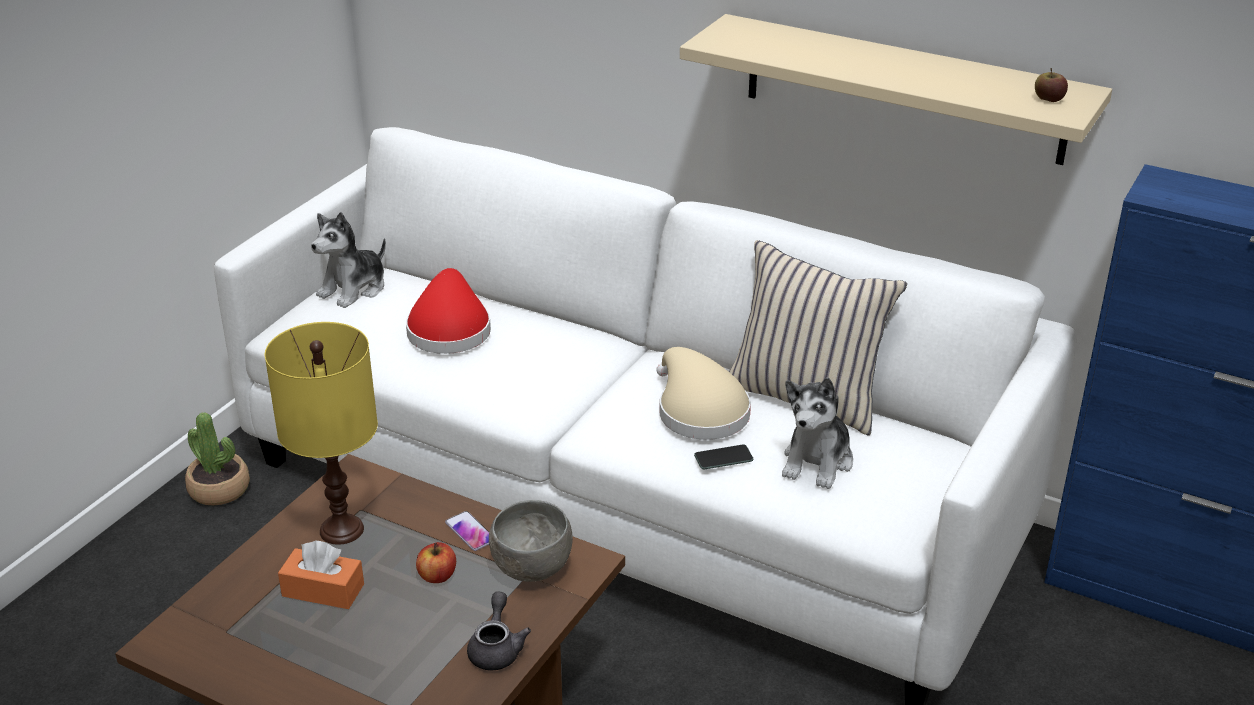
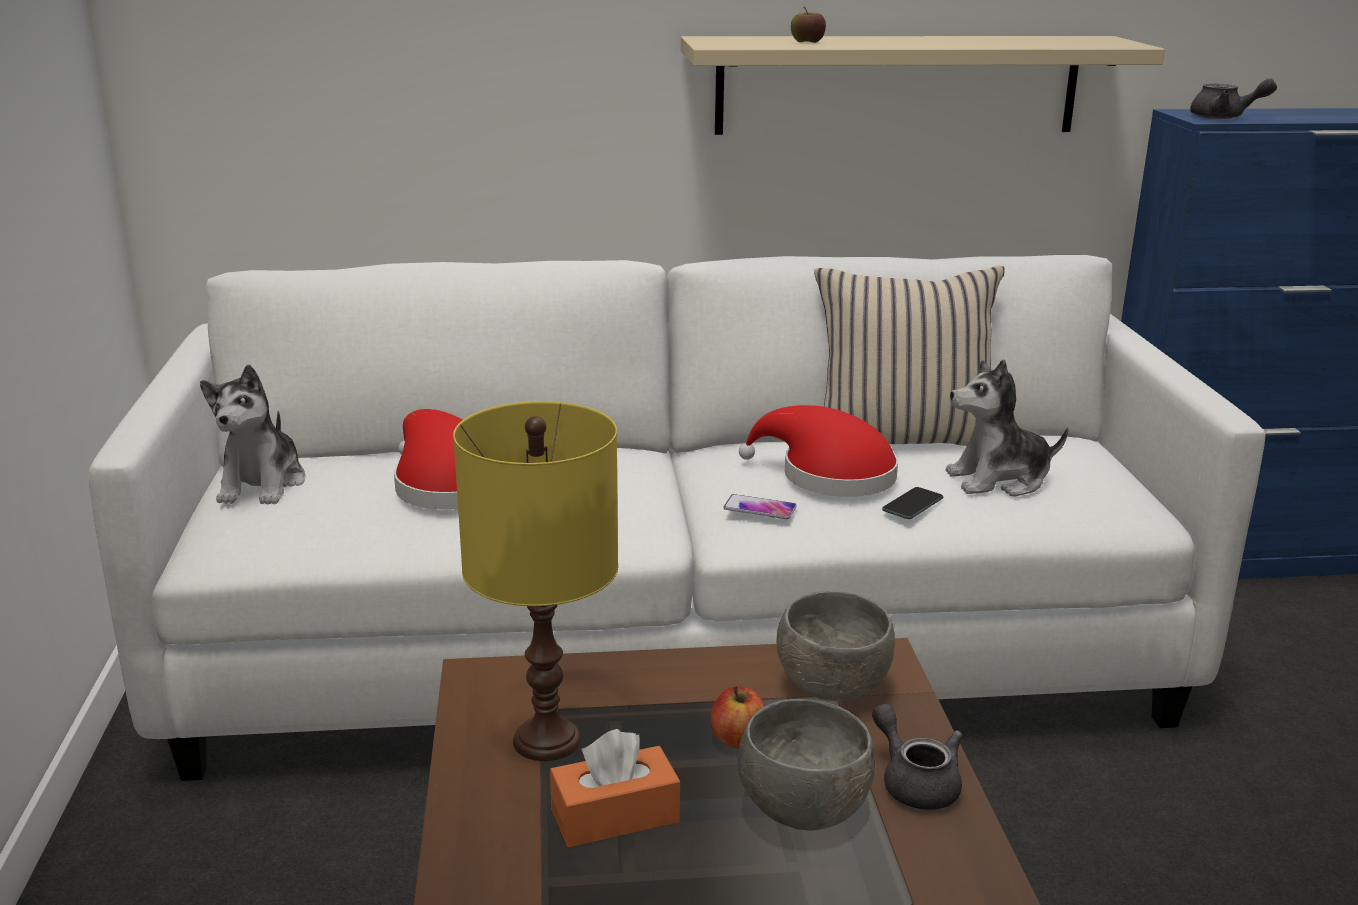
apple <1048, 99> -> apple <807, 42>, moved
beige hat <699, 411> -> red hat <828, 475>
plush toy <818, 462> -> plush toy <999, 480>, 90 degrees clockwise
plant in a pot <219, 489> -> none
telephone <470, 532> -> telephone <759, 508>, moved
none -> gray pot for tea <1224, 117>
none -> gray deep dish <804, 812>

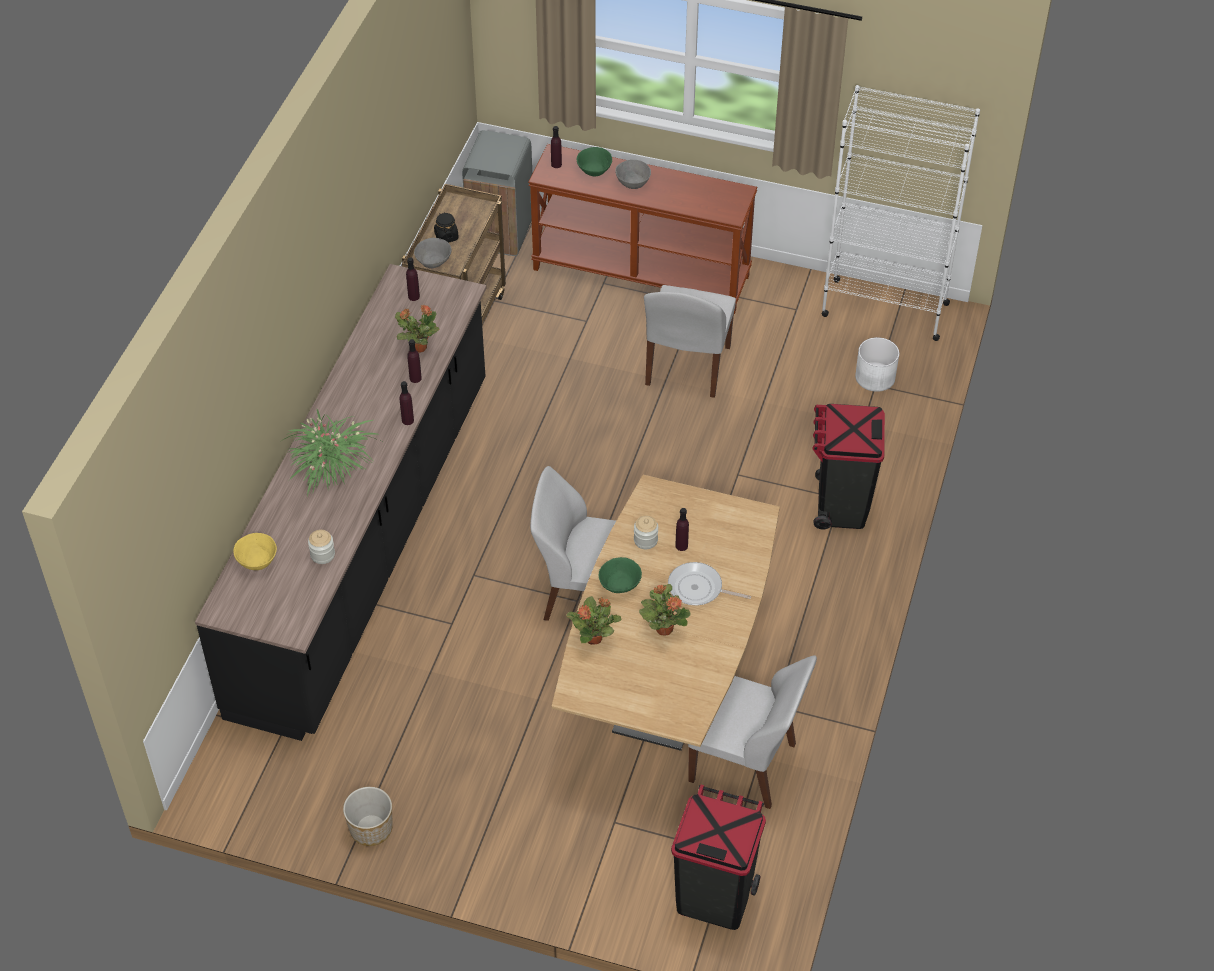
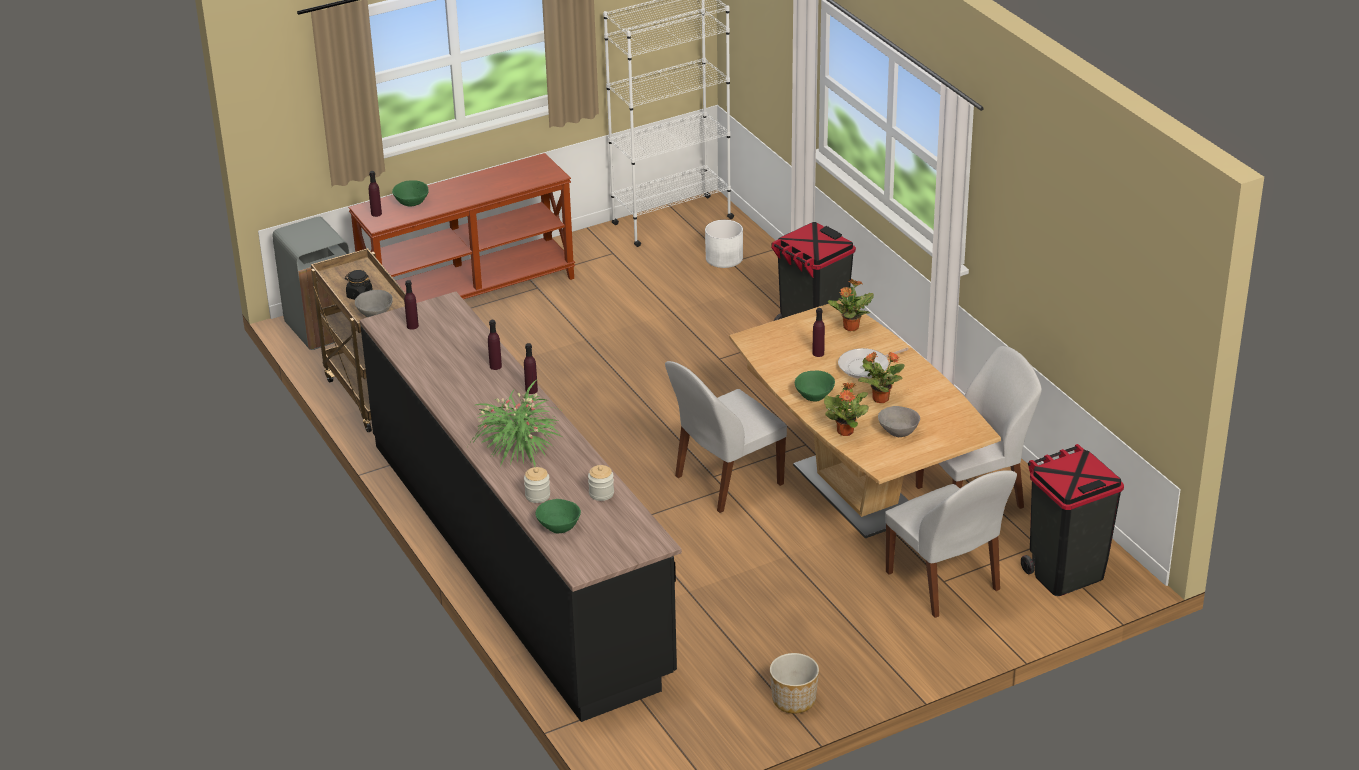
gray deep dish <633, 183> -> gray deep dish <898, 431>, moved
white chair <687, 368> -> white chair <944, 583>, moved
plant in a pot <418, 347> -> plant in a pot <850, 327>, moved
storage jar <645, 540> -> storage jar <537, 495>, moved
yellow-coloured deep dish <257, 561> -> greenish deep dish <559, 526>

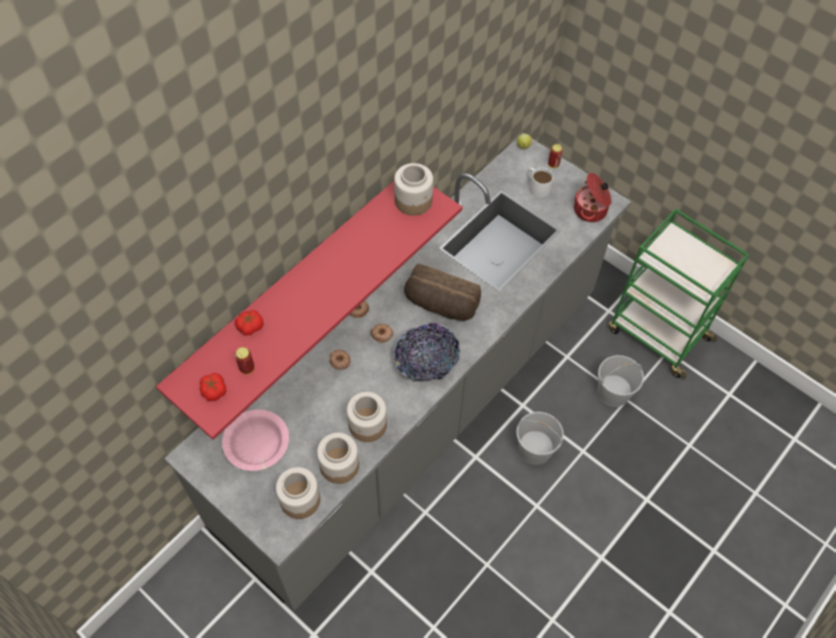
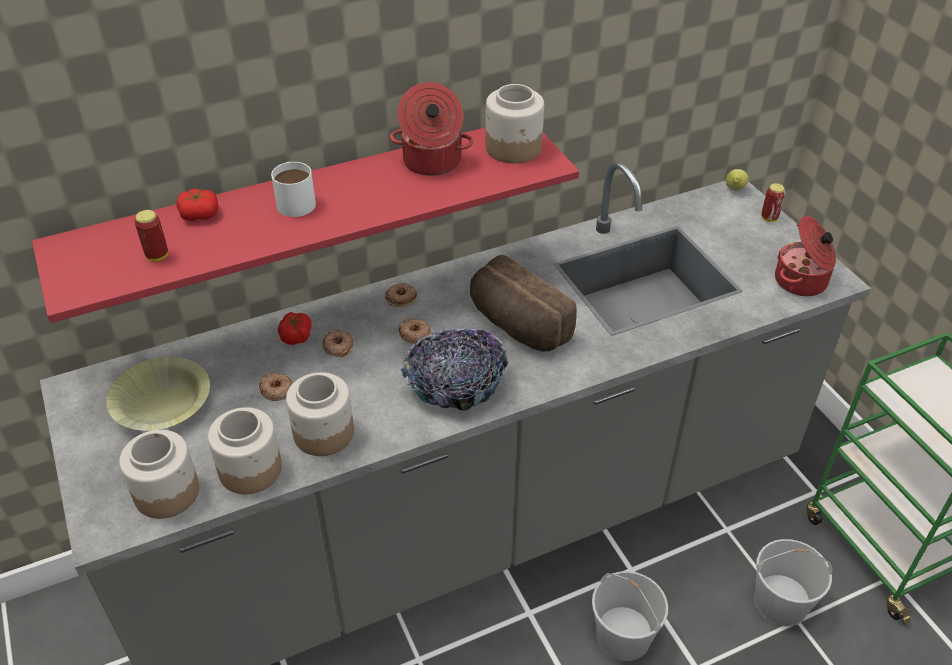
white tea mug <537, 186> -> white tea mug <295, 200>, moved
fresh tomato <214, 390> -> fresh tomato <296, 335>, moved
pink deep dish <257, 444> -> yellow-coloured deep dish <162, 405>
none -> saucepot <431, 162>
none -> doughnut <276, 390>

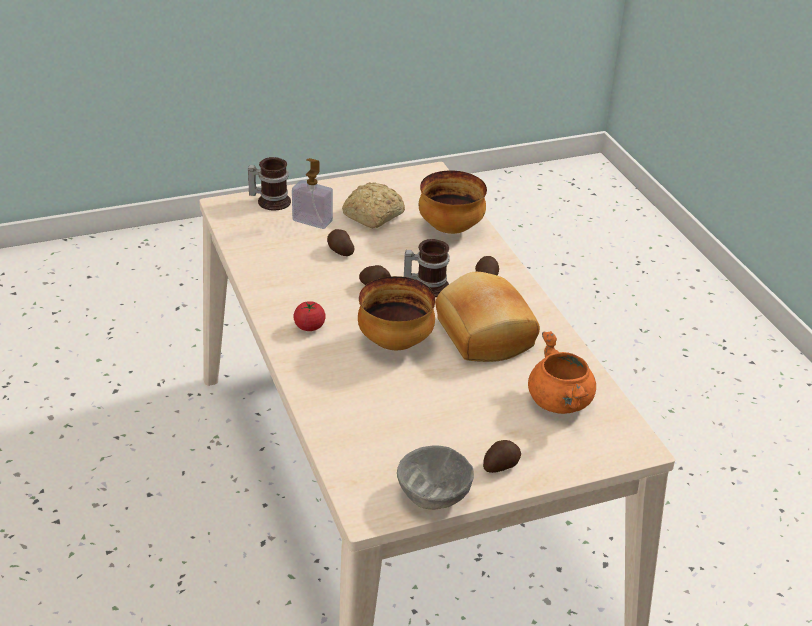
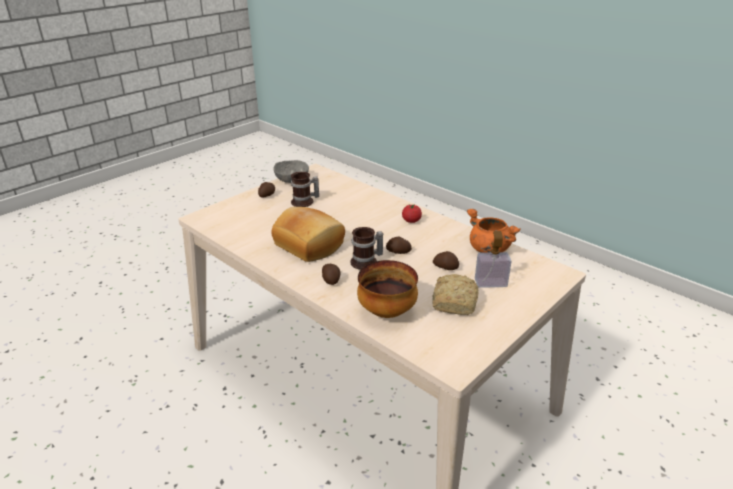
tea mug <271, 200> -> tea mug <305, 202>, moved
deep dish <395, 343> -> none
orange saucepot <561, 402> -> orange saucepot <488, 249>, moved

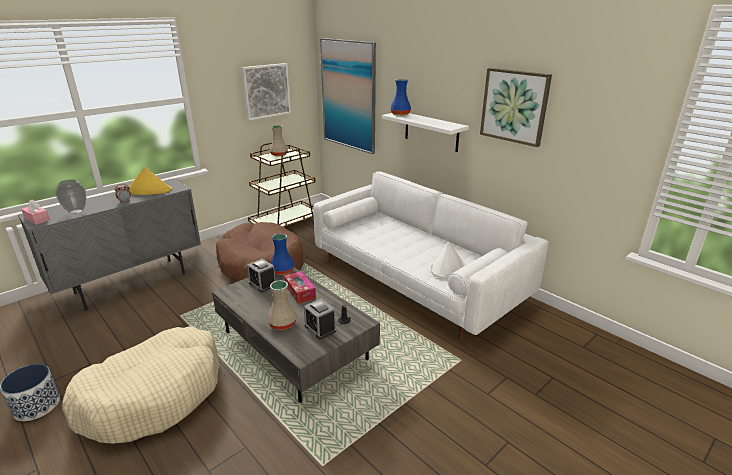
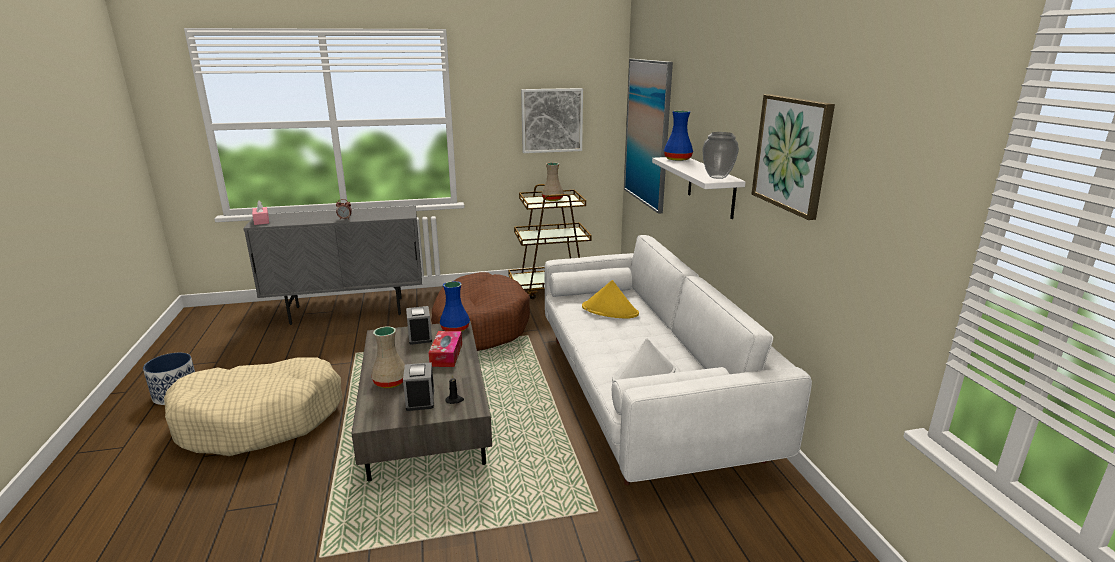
yellow-coloured hat <149, 191> -> yellow-coloured hat <610, 310>, moved
vase <77, 212> -> vase <718, 177>, moved

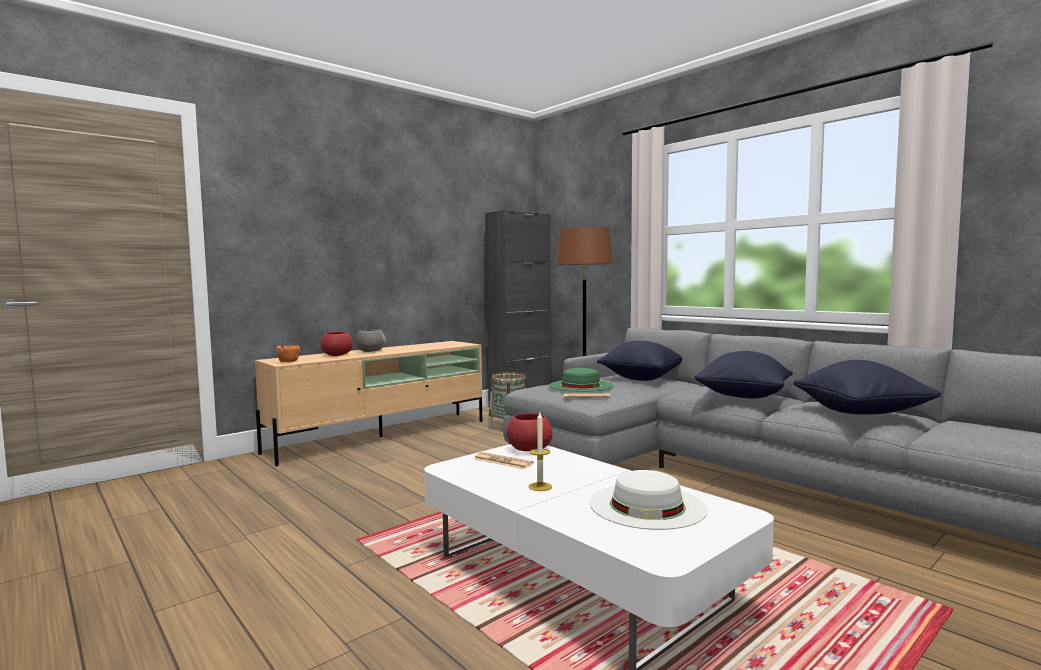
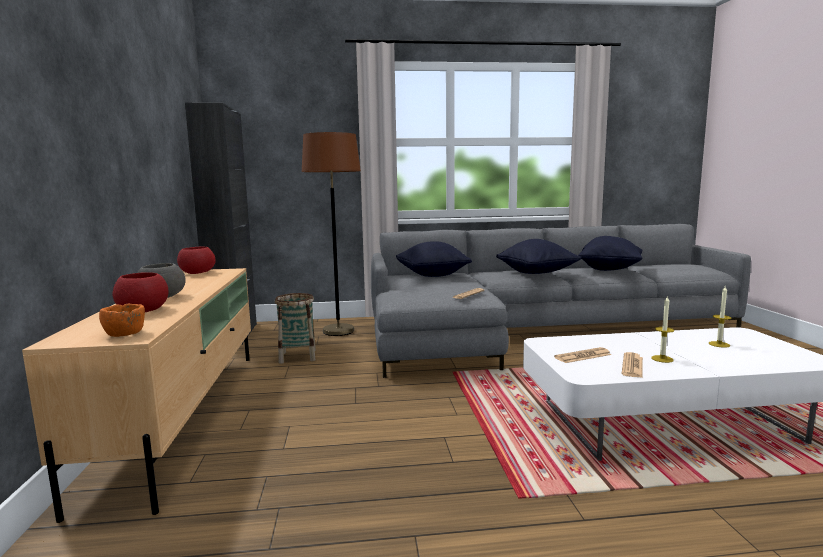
greenish hat <581, 385> -> none
red deep dish <529, 449> -> red deep dish <197, 273>, moved
white hat <647, 505> -> wax candle <719, 344>
none -> printed paper <632, 366>

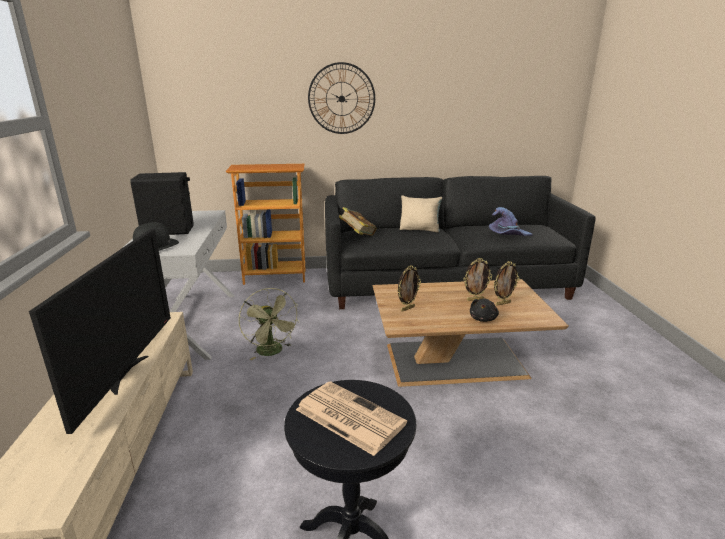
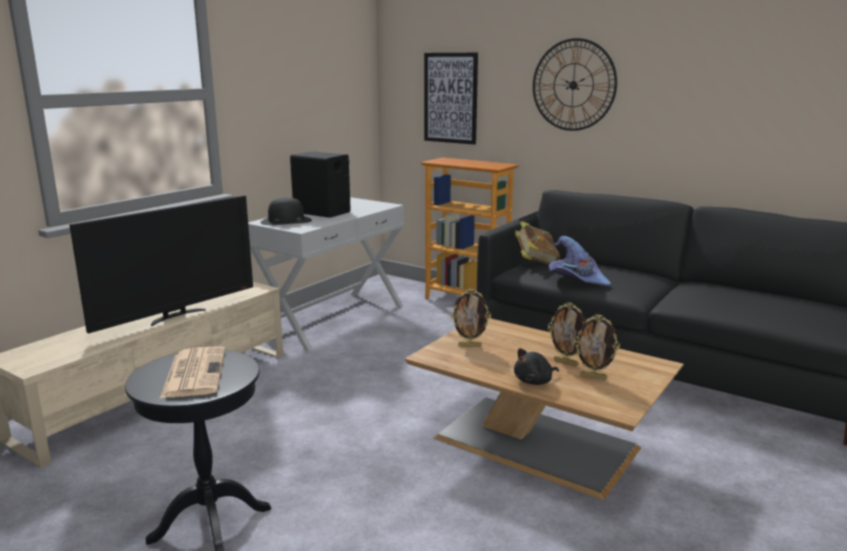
beige pillow <420, 229> -> none
purple hat <508, 235> -> purple hat <577, 279>, moved
greenish cooling fan <272, 352> -> none
none -> wall picture <450, 98>

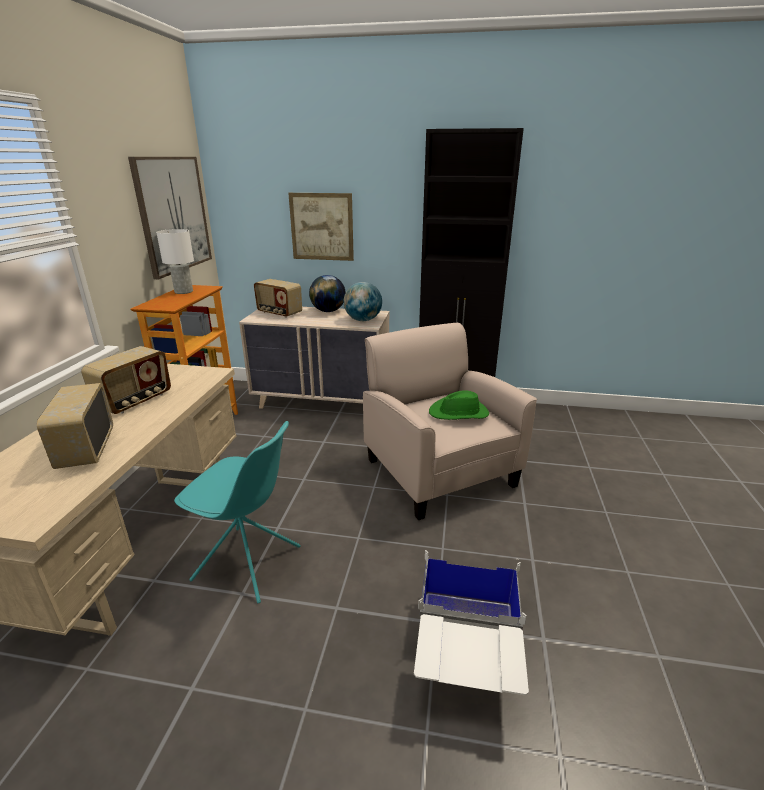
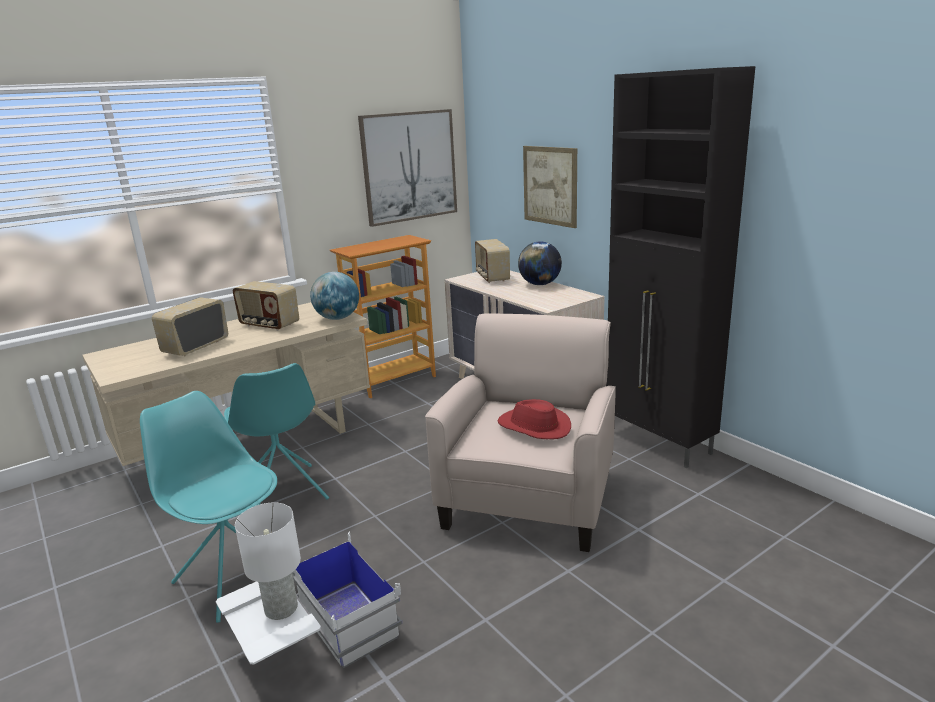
white lamp for a table <183, 292> -> white lamp for a table <280, 609>, moved
globe <363, 320> -> globe <337, 318>, moved
radio <135, 401> -> radio <269, 325>, 45 degrees clockwise
greenish hat <459, 413> -> red hat <533, 427>
none -> blue-green chair <233, 576>

